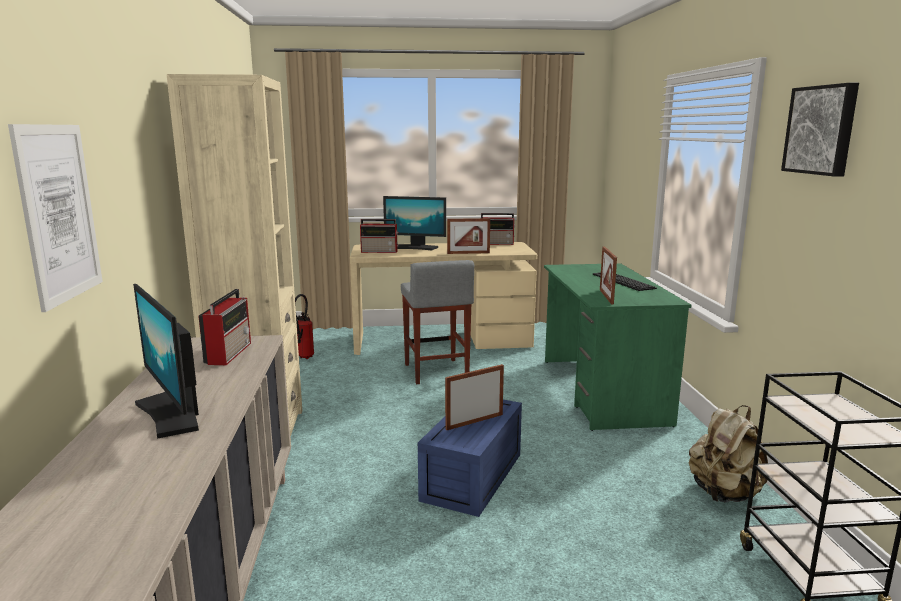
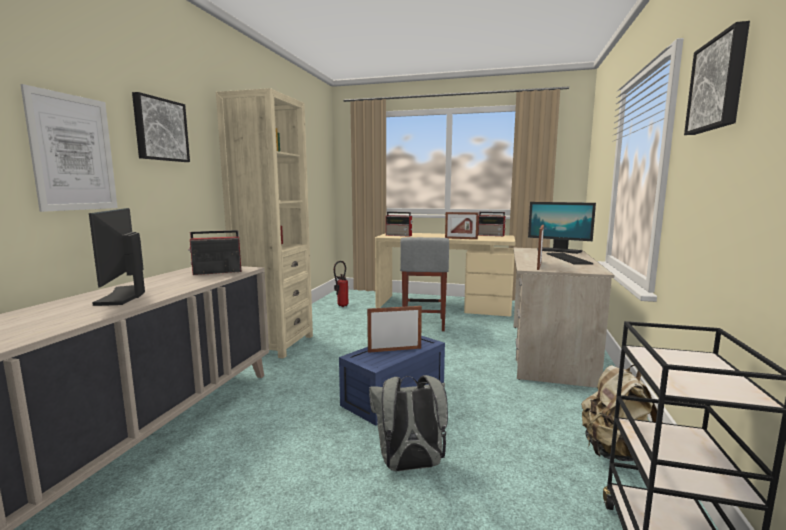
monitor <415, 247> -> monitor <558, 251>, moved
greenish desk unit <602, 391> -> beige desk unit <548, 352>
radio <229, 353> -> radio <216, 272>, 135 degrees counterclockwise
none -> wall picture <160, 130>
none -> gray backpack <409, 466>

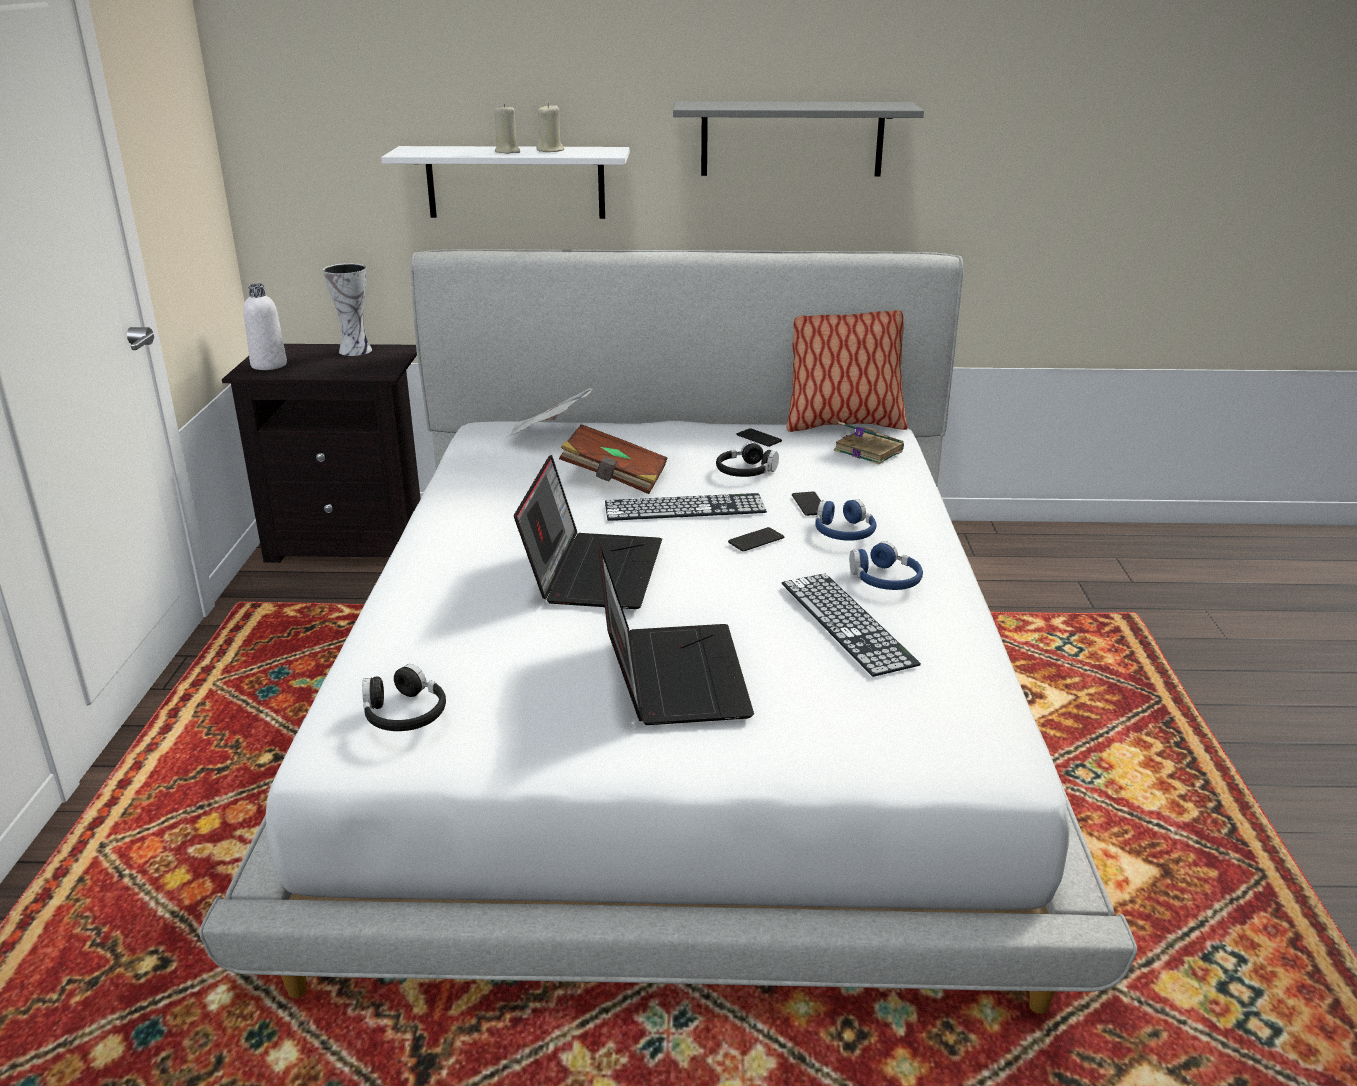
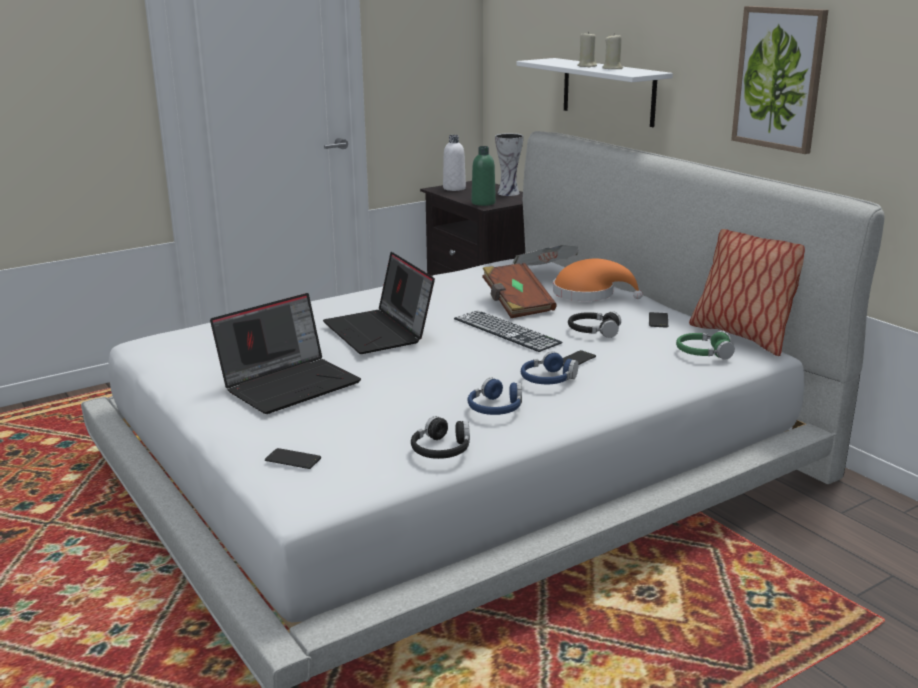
gray bracket shelf <792, 139> -> wall picture <779, 78>
bound book <867, 450> -> greenish pair of headphones <703, 353>
portable computer <593, 570> -> portable computer <380, 332>, 90 degrees clockwise
telephone <756, 540> -> telephone <293, 459>, moved
keyboard <847, 622> -> none
black-coloured pair of headphones <404, 714> -> black-coloured pair of headphones <441, 450>, moved
none -> greenish beverage bottle <483, 203>
none -> orange hat <589, 294>

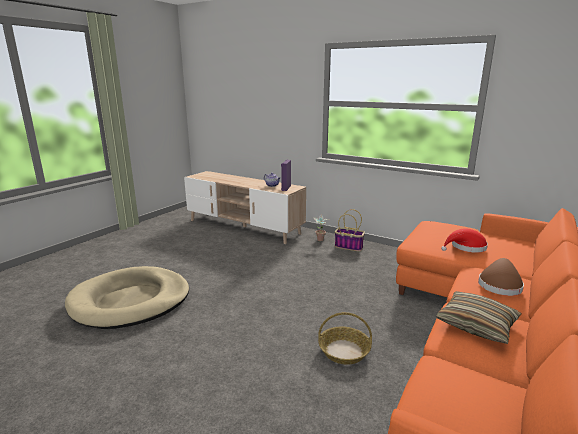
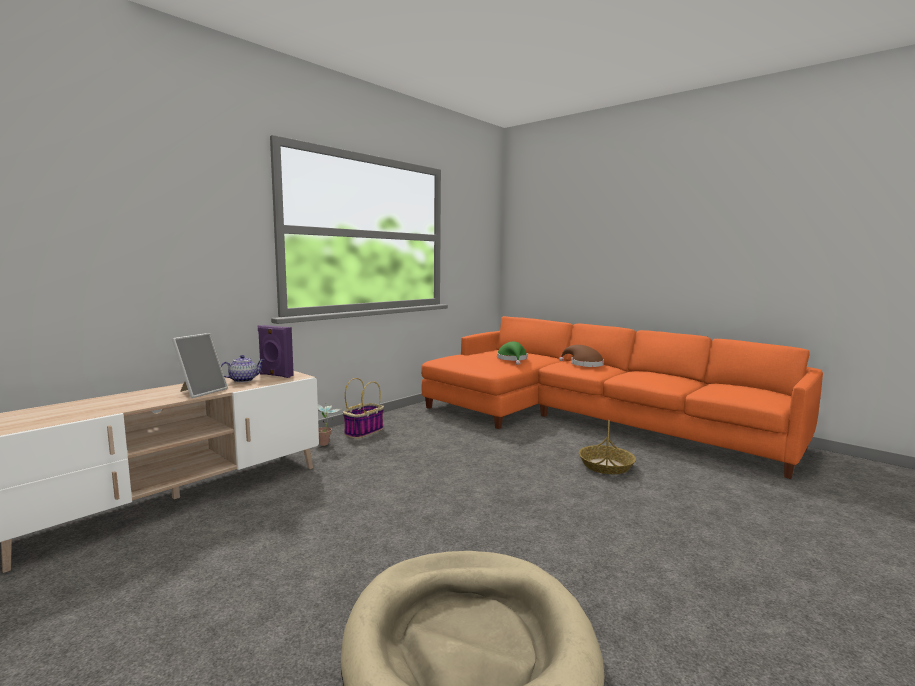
red hat <466, 247> -> greenish hat <512, 359>
pillow <476, 324> -> none
none -> picture frame <201, 391>

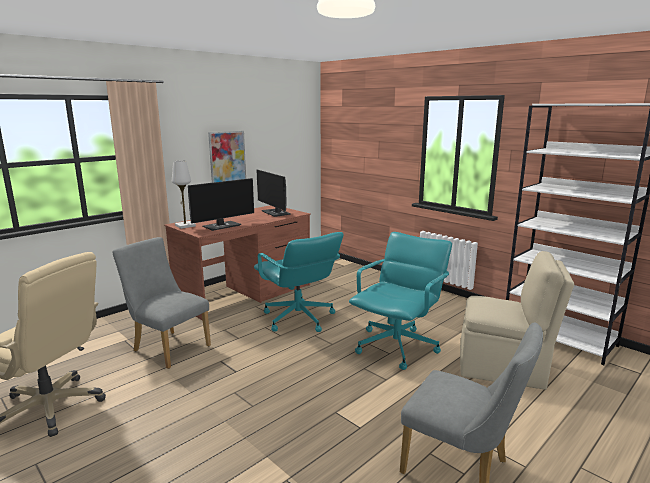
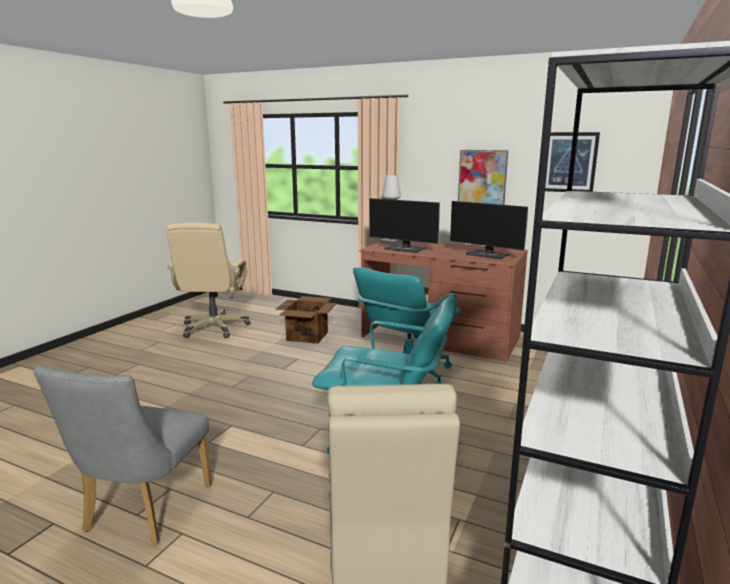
monitor <276, 213> -> monitor <488, 255>, 90 degrees counterclockwise
gray chair <168, 347> -> carton <308, 336>
none -> wall picture <569, 162>

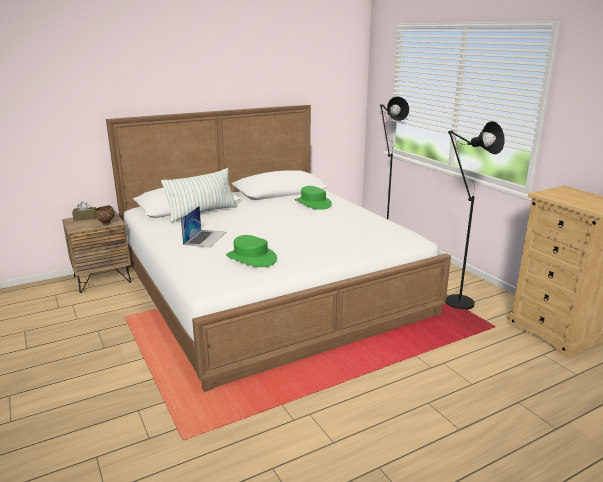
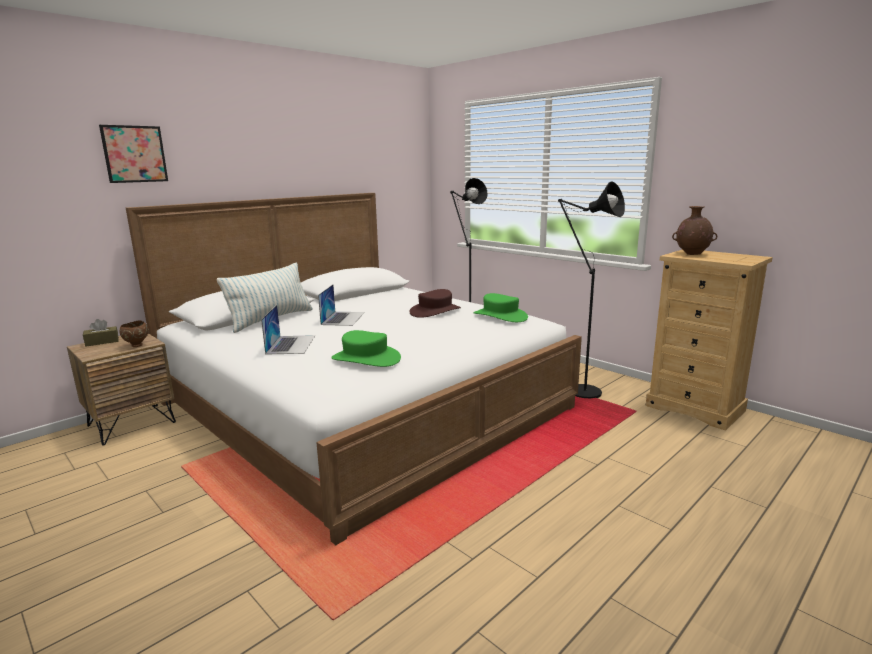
greenish hat <313, 203> -> greenish hat <500, 316>, moved
none -> wall picture <134, 154>
none -> brown vase <692, 254>
none -> portable computer <343, 318>
none -> brown hat <435, 311>

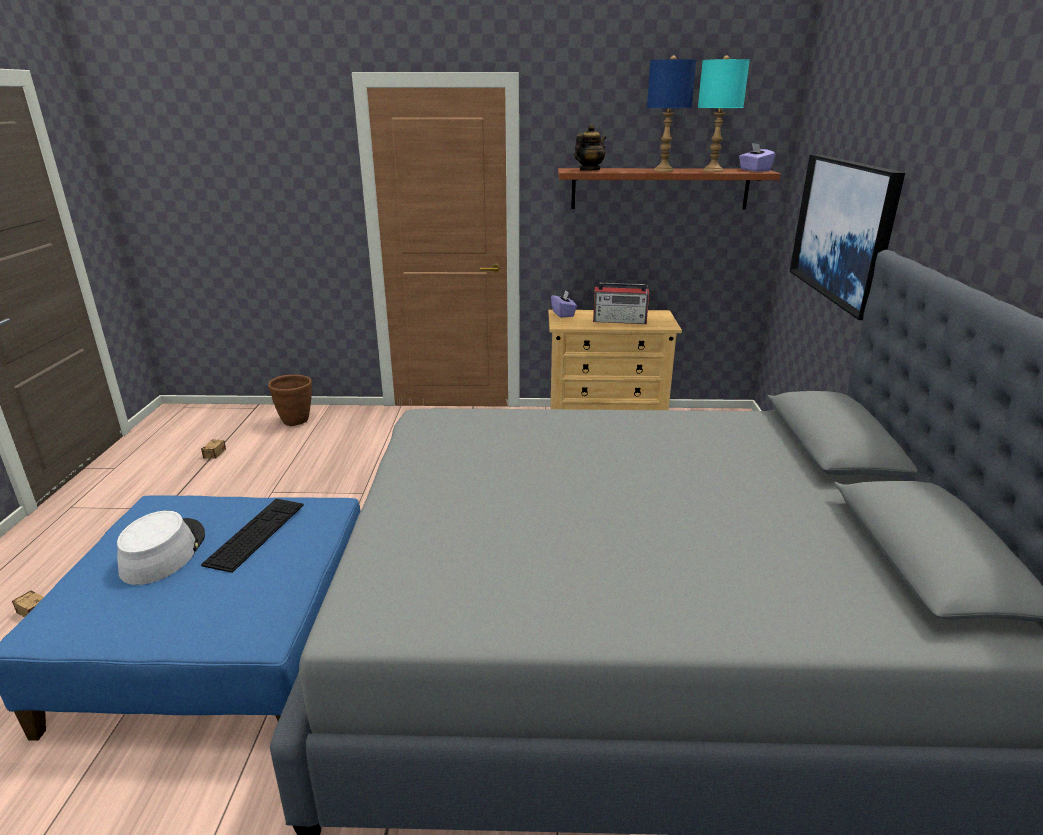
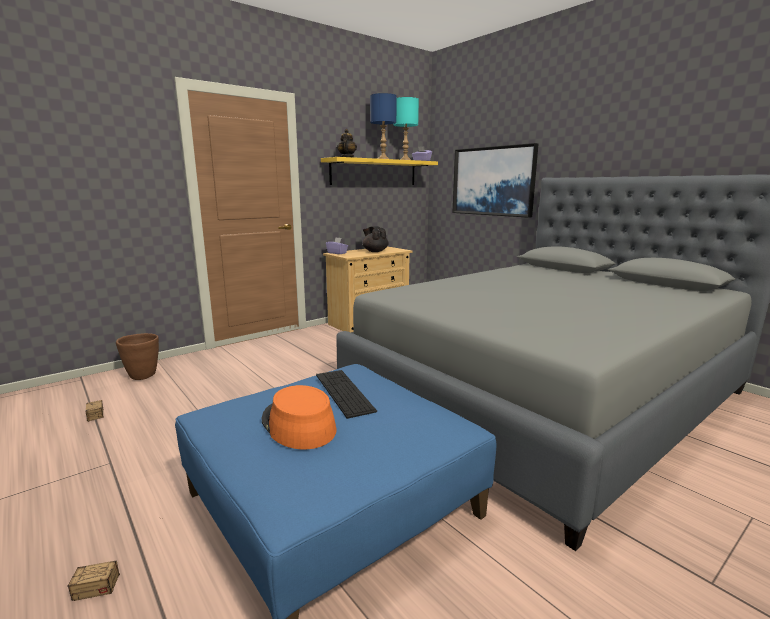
brown bracket shelf <659, 189> -> yellow-coloured bracket shelf <374, 172>
radio <620, 321> -> black-coloured pot for tea <375, 251>
gray hat <163, 552> -> orange hat <298, 425>

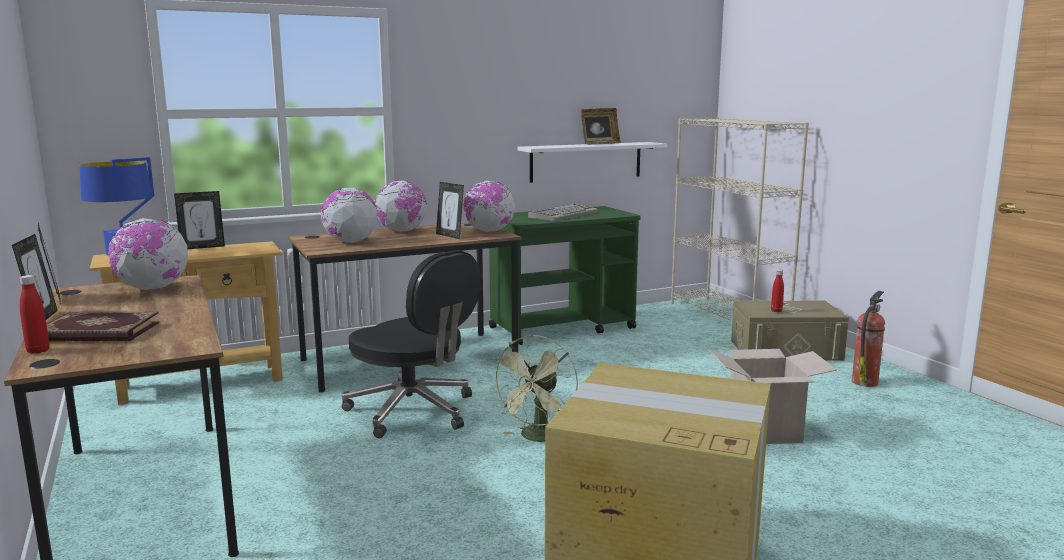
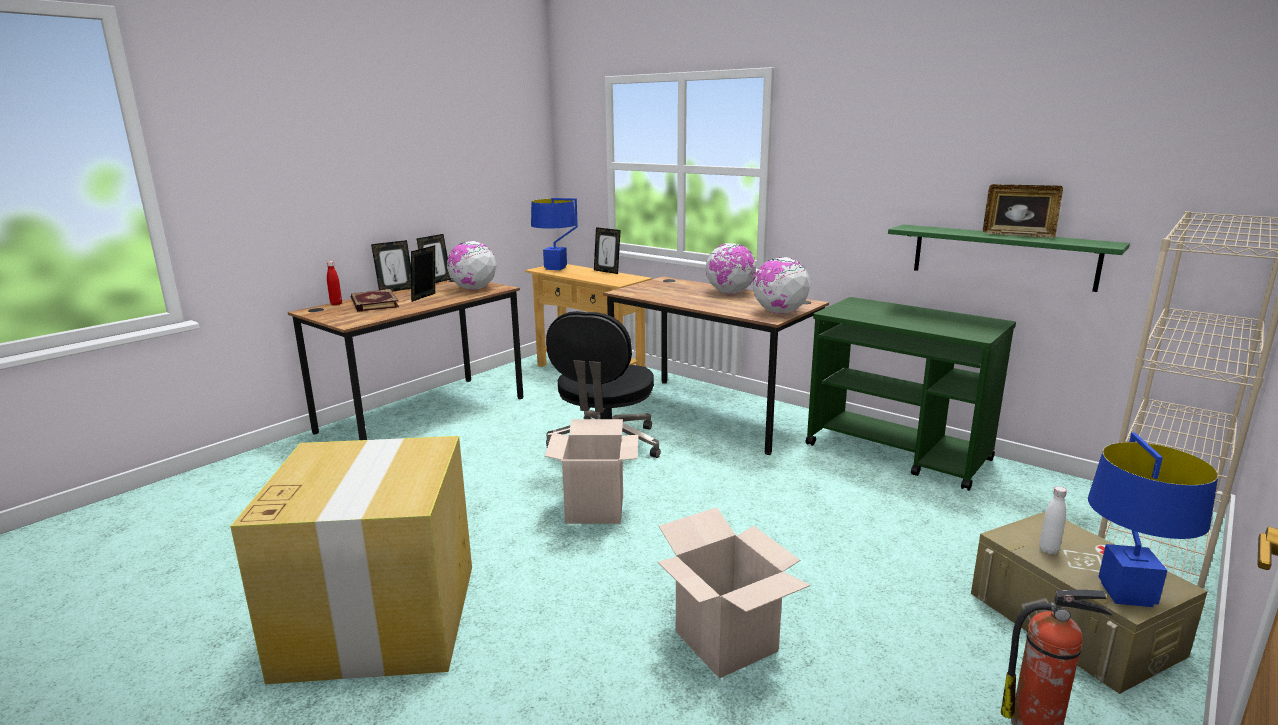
white bracket shelf <586, 161> -> greenish bracket shelf <1003, 256>
picture frame <450, 236> -> picture frame <426, 297>, moved
globe <350, 242> -> none
keyboard <563, 214> -> none
red beverage bottle <776, 311> -> white beverage bottle <1048, 550>
greenish cooling fan <538, 438> -> carton <595, 508>
none -> blue lamp for a table <1126, 594>

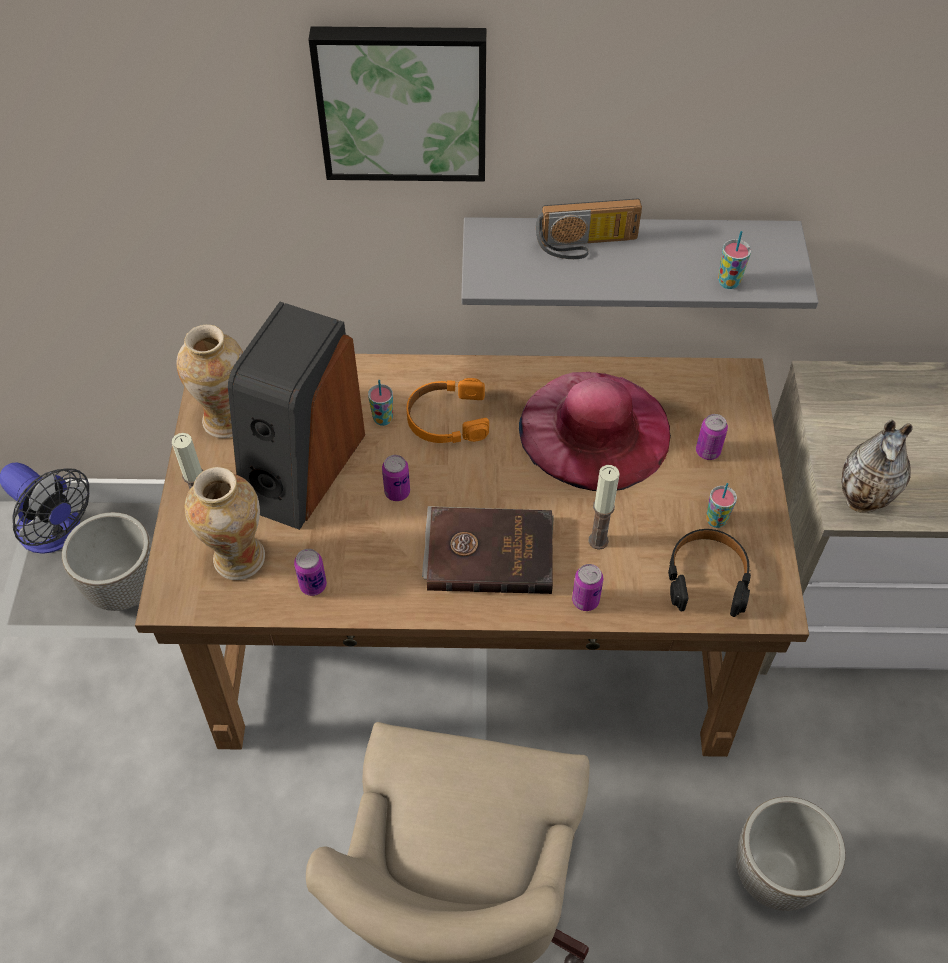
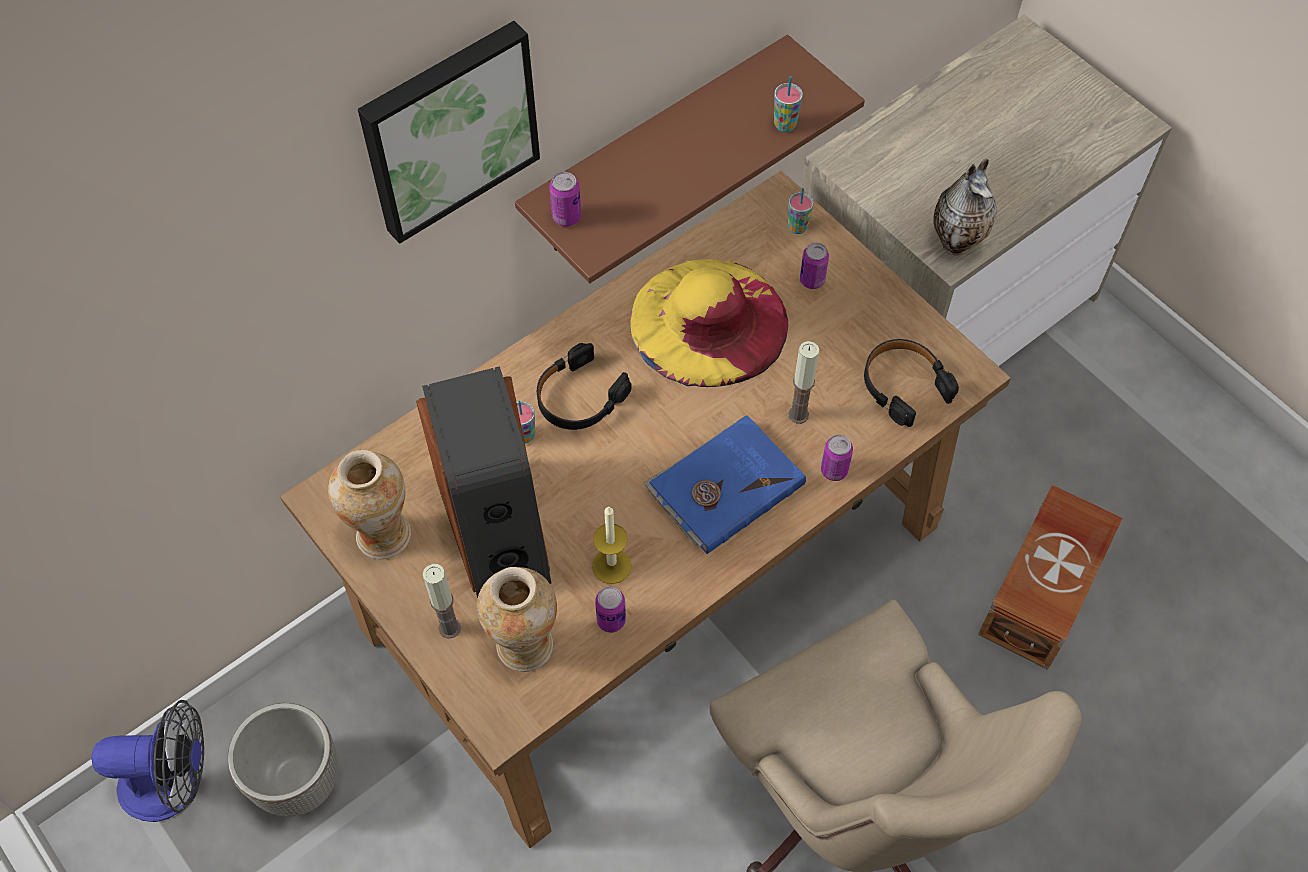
radio <586, 246> -> none
gray bracket shelf <626, 256> -> brown bracket shelf <655, 150>
pink hat <595, 429> -> yellow-coloured hat <708, 322>
orange pair of headphones <447, 419> -> black-coloured pair of headphones <579, 397>
sealed can <397, 492> -> sealed can <566, 217>, moved
small cup <716, 520> -> small cup <797, 227>, moved
brown bound book <488, 552> -> blue bound book <724, 486>
plant pot <775, 875> -> brown storage container <1044, 591>
none -> wax candle <611, 566>

